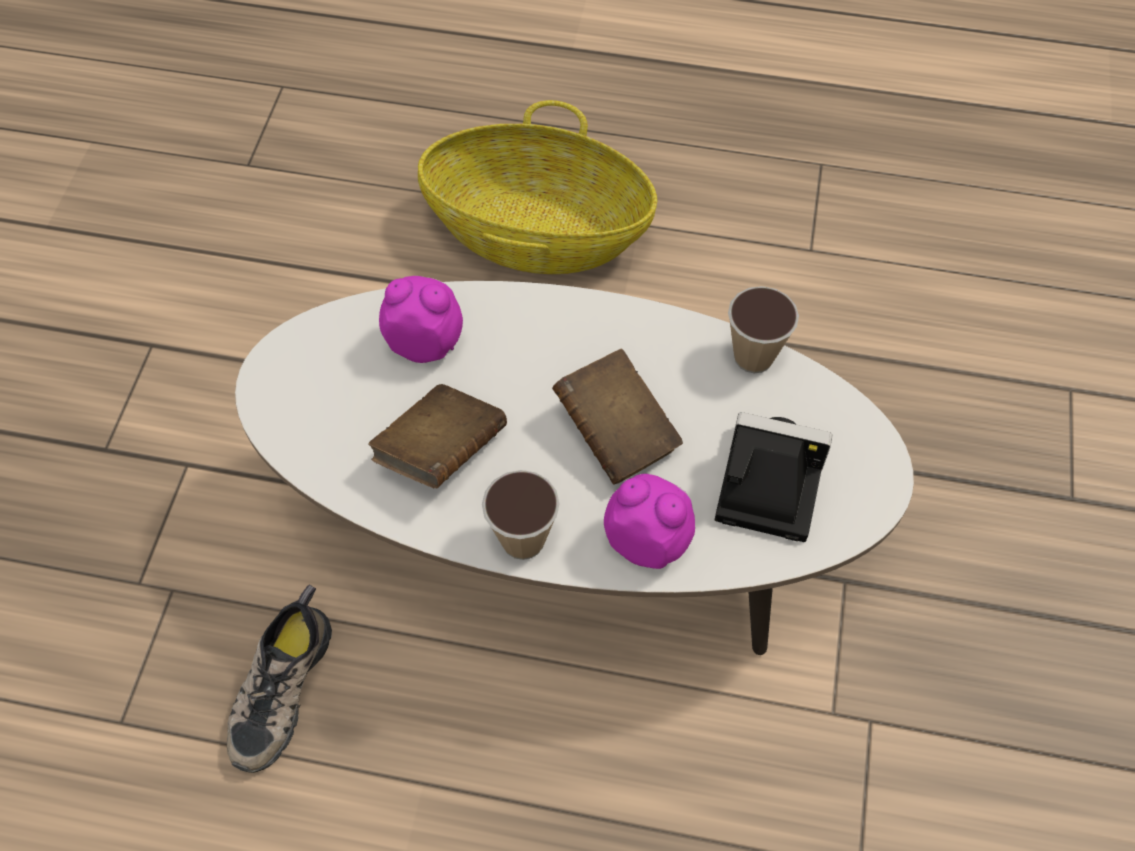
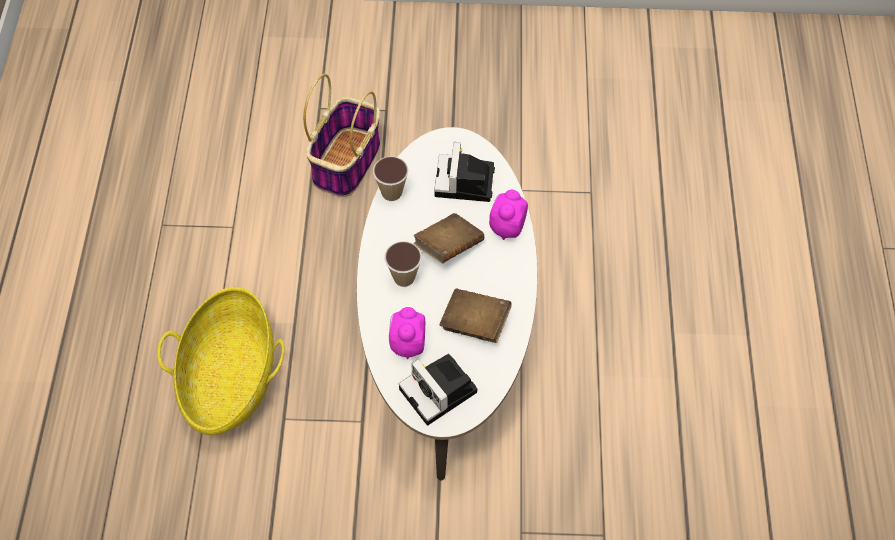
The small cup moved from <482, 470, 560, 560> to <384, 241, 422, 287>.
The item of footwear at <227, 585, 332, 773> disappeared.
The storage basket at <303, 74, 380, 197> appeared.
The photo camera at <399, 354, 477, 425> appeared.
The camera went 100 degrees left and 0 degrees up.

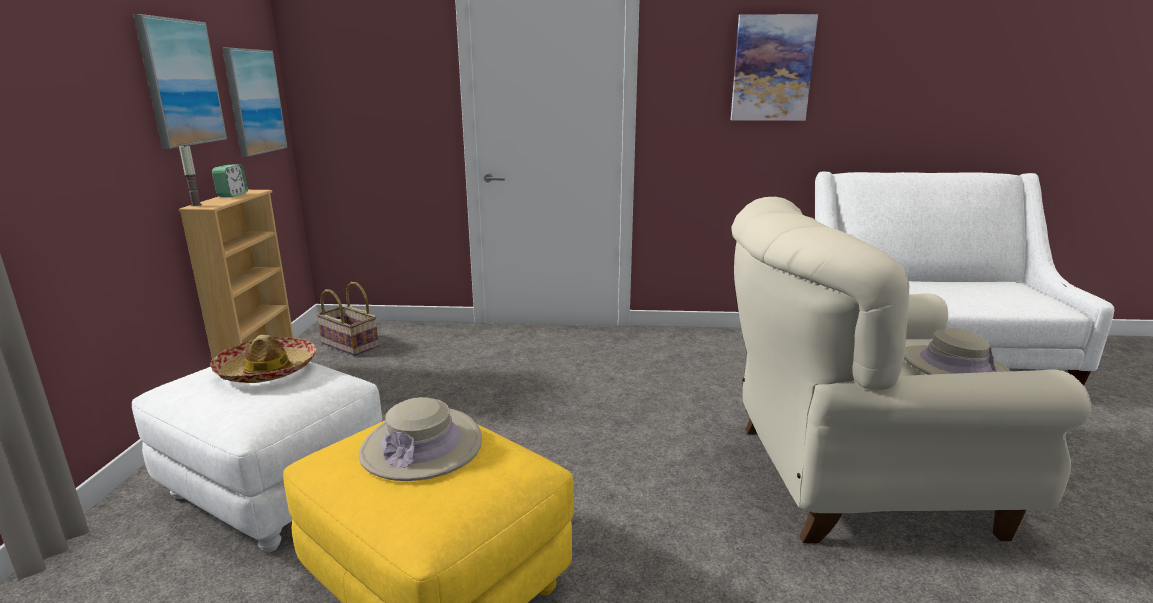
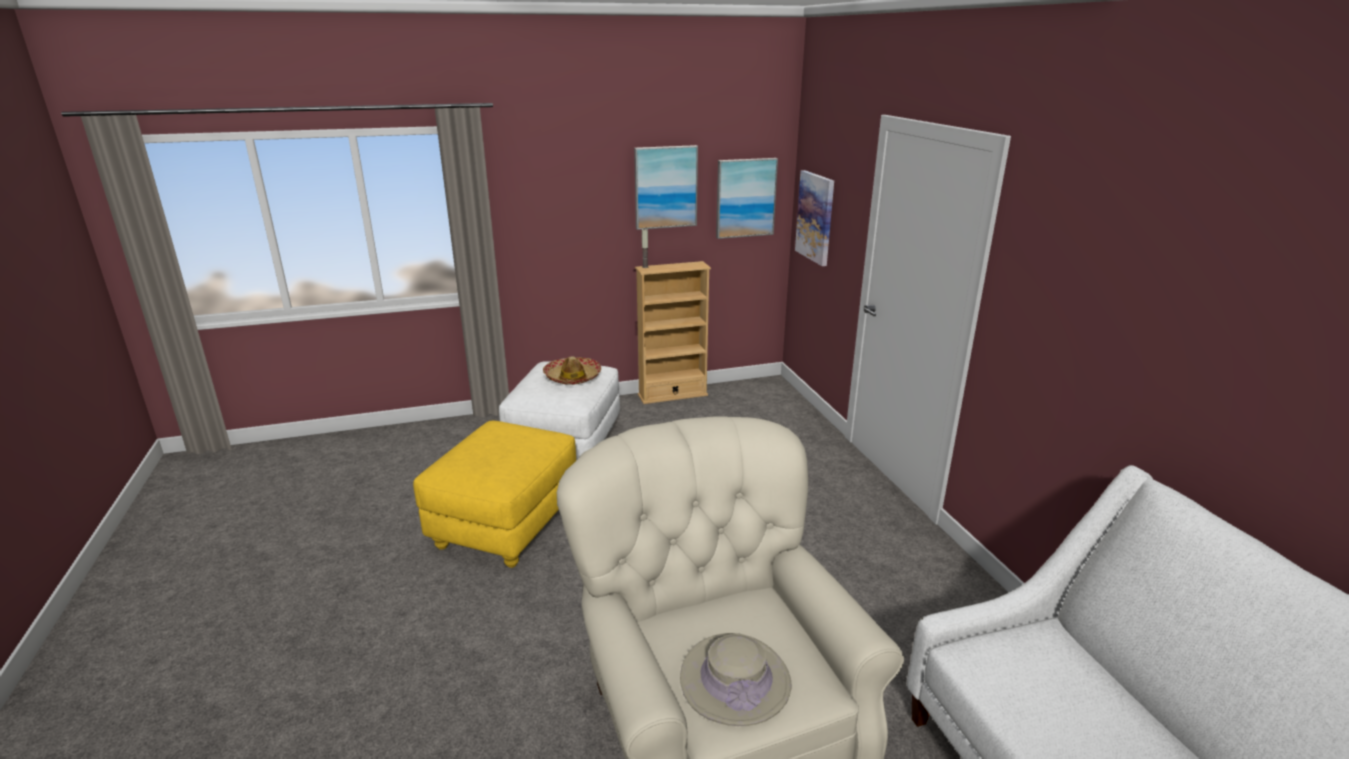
The wall art moved from <731, 14, 818, 121> to <795, 170, 834, 266>.
The alarm clock at <212, 164, 248, 197> disappeared.
The storage basket at <316, 282, 379, 356> disappeared.
The beige clothing hat at <358, 397, 482, 481> disappeared.
The camera went 70 degrees right and 5 degrees up.

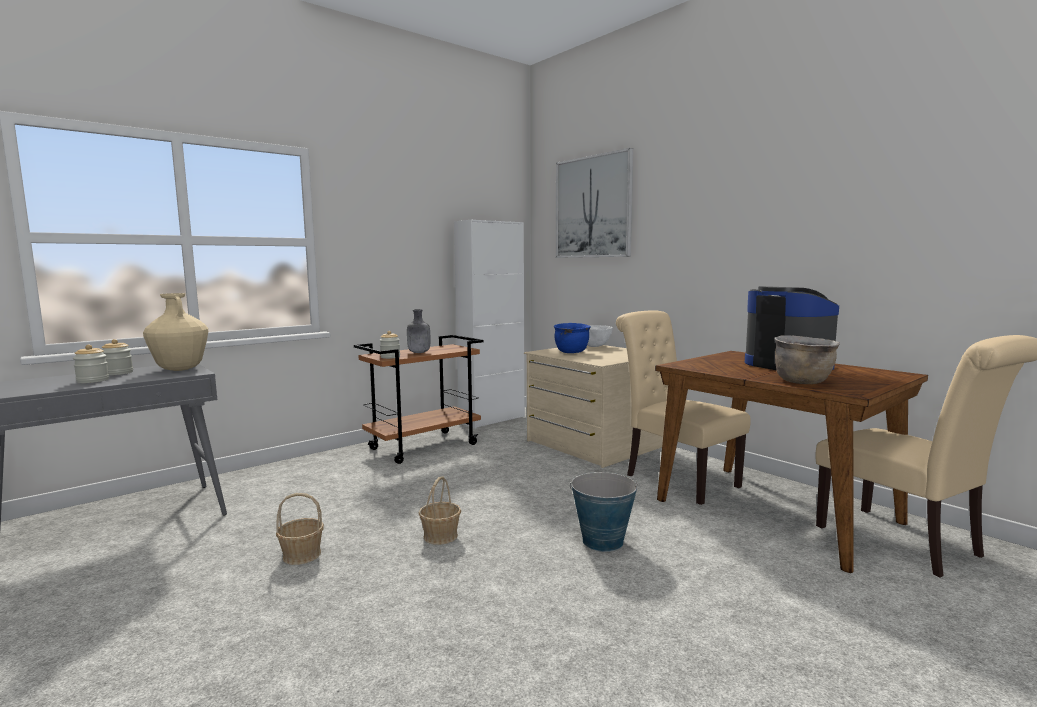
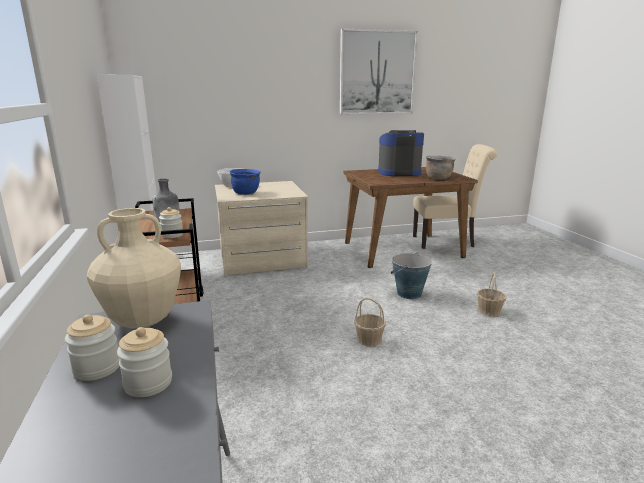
The wall art moved from <556, 148, 633, 258> to <340, 29, 418, 114>.
The beige chair at <616, 310, 751, 505> disappeared.
The storage basket moved from <276, 493, 324, 565> to <477, 272, 507, 316>.
The camera went 65 degrees left and 10 degrees up.

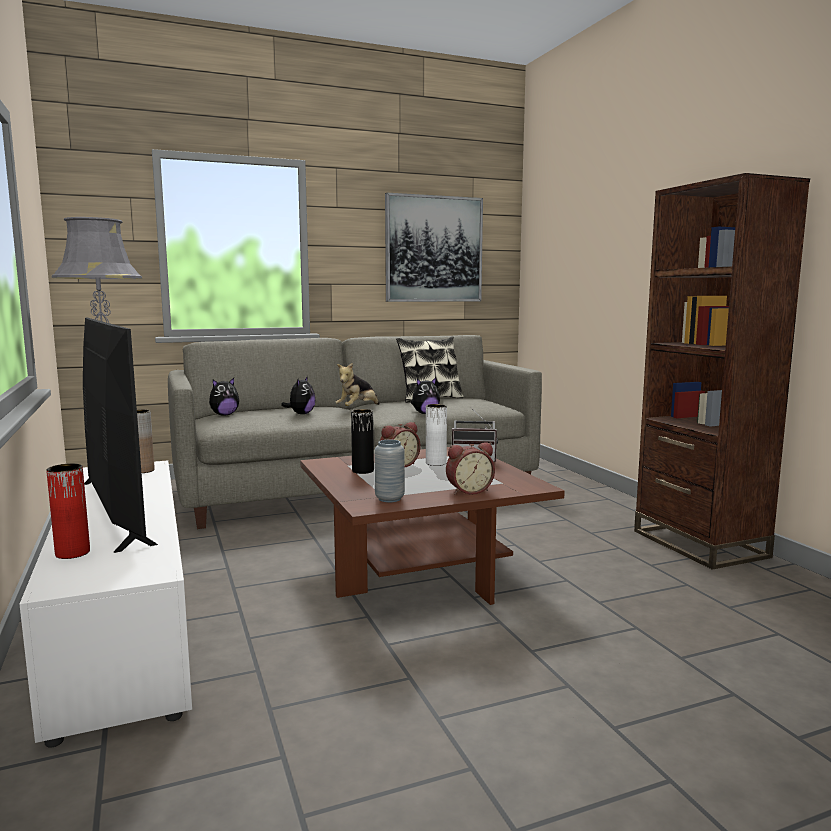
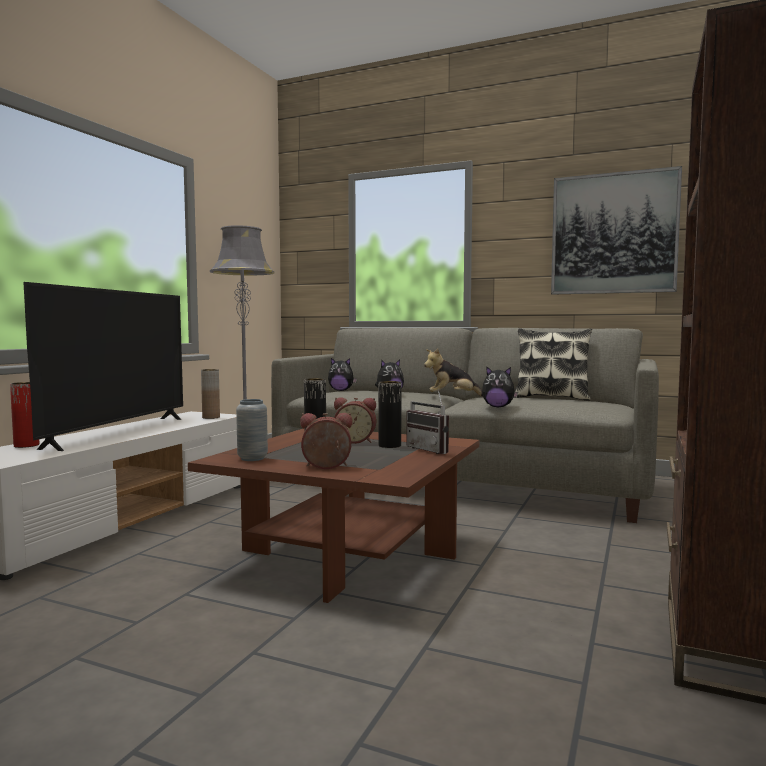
The whitish vase at <426, 404, 447, 466> became the blackish vase at <378, 381, 401, 448>.
The alarm clock at <446, 442, 495, 495> turned 150 degrees clockwise.
The camera went 45 degrees right and 5 degrees down.

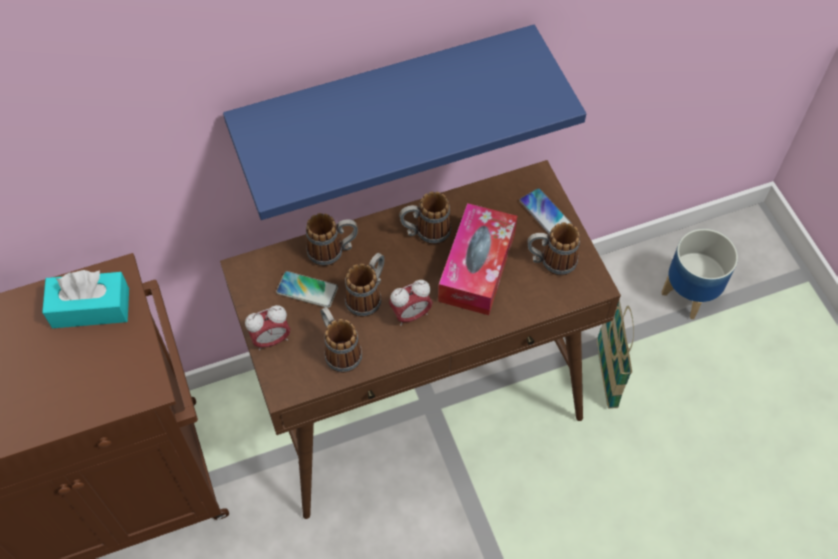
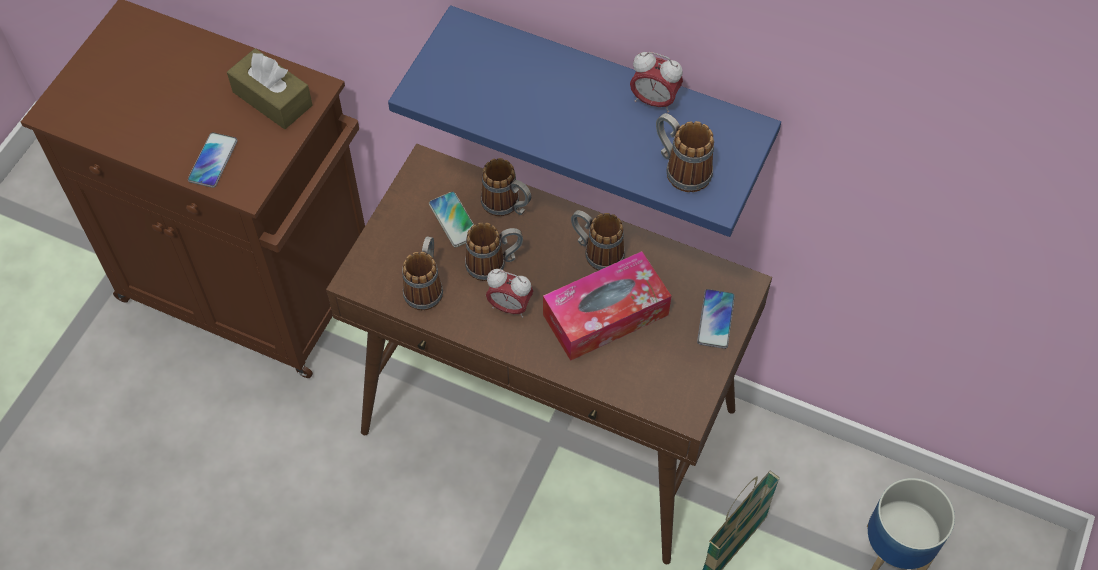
The mug moved from <527, 222, 580, 276> to <656, 113, 714, 192>.
The blue-green tissue holder at <42, 270, 129, 328> became the brown tissue holder at <227, 48, 313, 129>.
The alarm clock moved from <245, 305, 290, 351> to <630, 52, 683, 113>.
The telephone at <188, 132, 238, 188> appeared.
The camera went 45 degrees right and 0 degrees up.

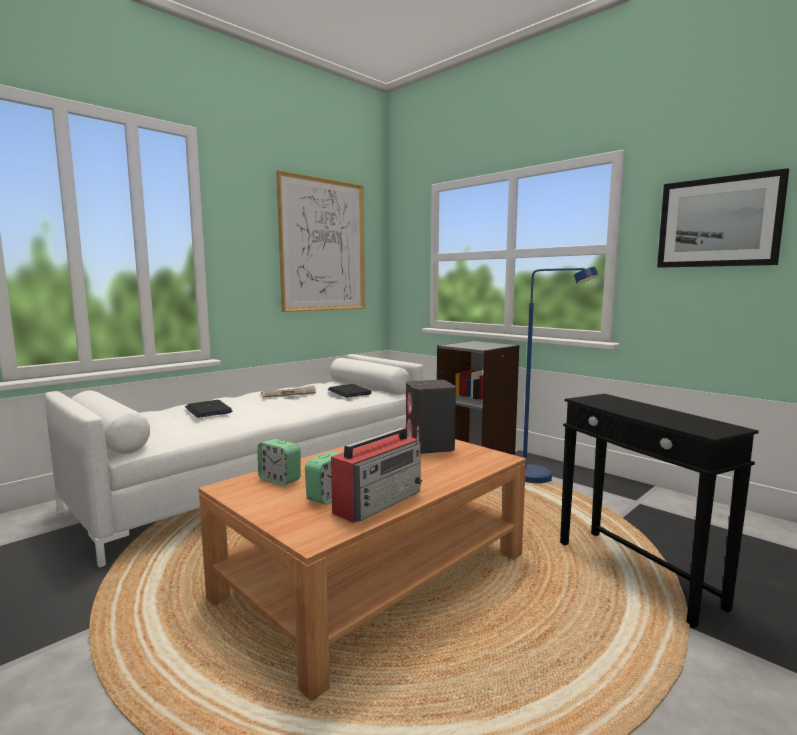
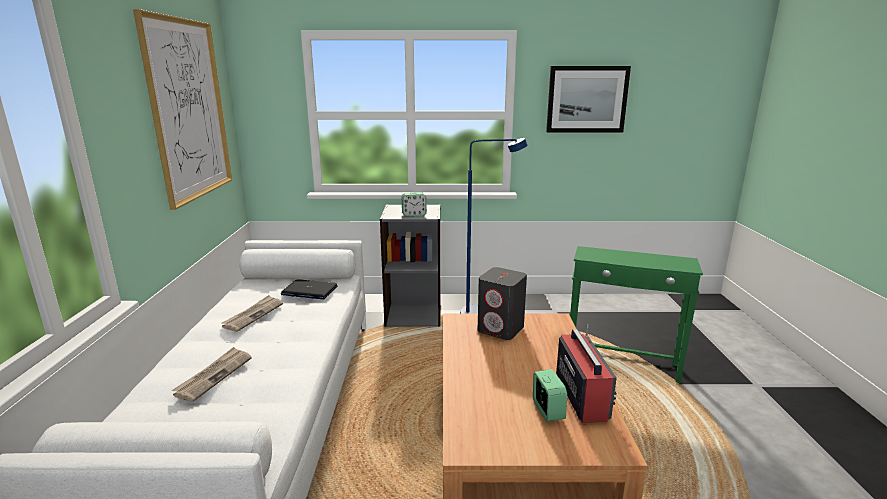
The blackish accent table at <560, 394, 759, 628> became the greenish accent table at <570, 246, 703, 384>.
The laptop at <185, 400, 232, 418> was replaced by the printed paper at <172, 347, 252, 402>.
The alarm clock moved from <258, 439, 301, 486> to <402, 192, 427, 217>.
The camera went 45 degrees left and 10 degrees up.

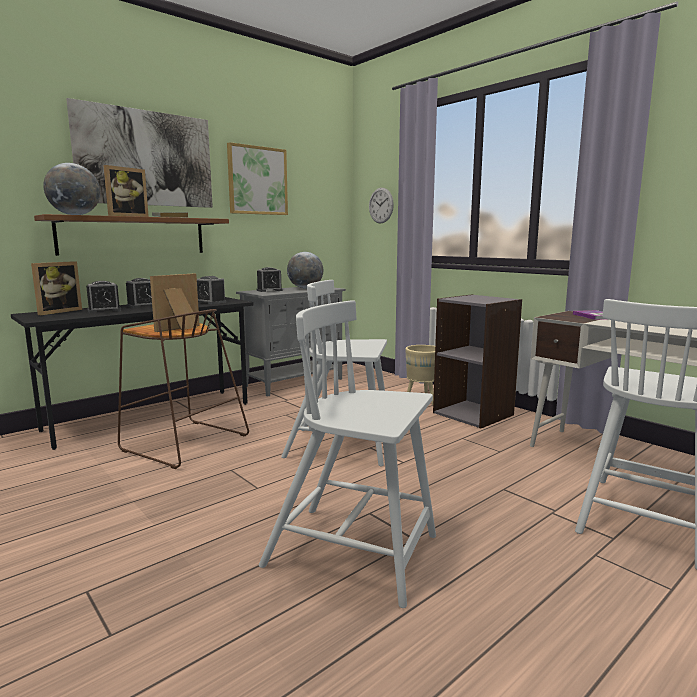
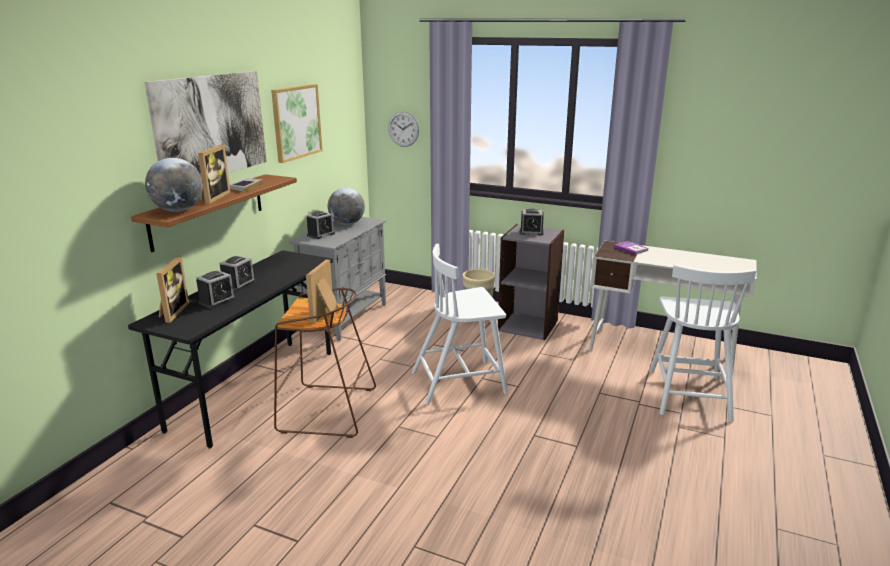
The alarm clock moved from <197, 276, 226, 304> to <520, 209, 544, 235>.
The whitish chair at <259, 300, 436, 608> disappeared.
The camera went 25 degrees left and 10 degrees up.

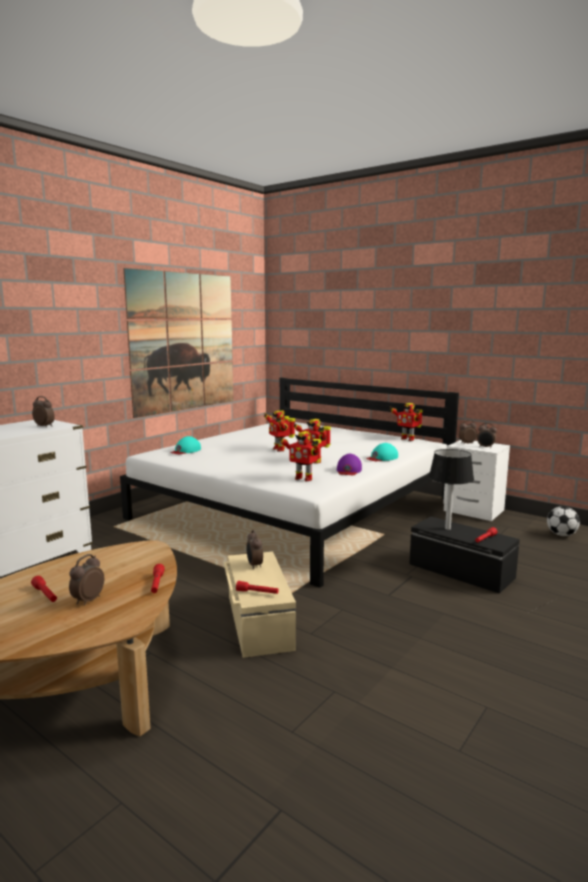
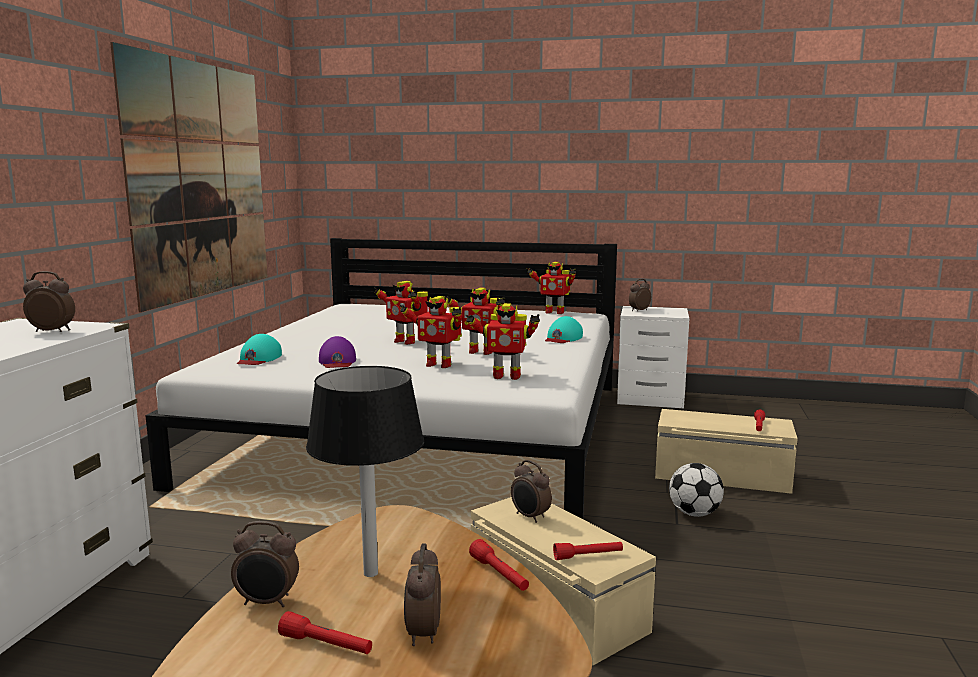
The alarm clock moved from <477, 423, 497, 448> to <231, 521, 299, 607>.
The blackish tabletop lamp moved from <429, 449, 474, 530> to <306, 366, 424, 577>.
The purple-coloured cap moved from <337, 454, 362, 475> to <319, 336, 356, 368>.
The football moved from <547, 506, 580, 536> to <669, 463, 724, 517>.
The blackish storage container at <409, 516, 520, 594> became the beige storage container at <655, 409, 798, 494>.
The model robot at <399, 296, 462, 368> appeared.
The camera went 25 degrees left and 0 degrees up.

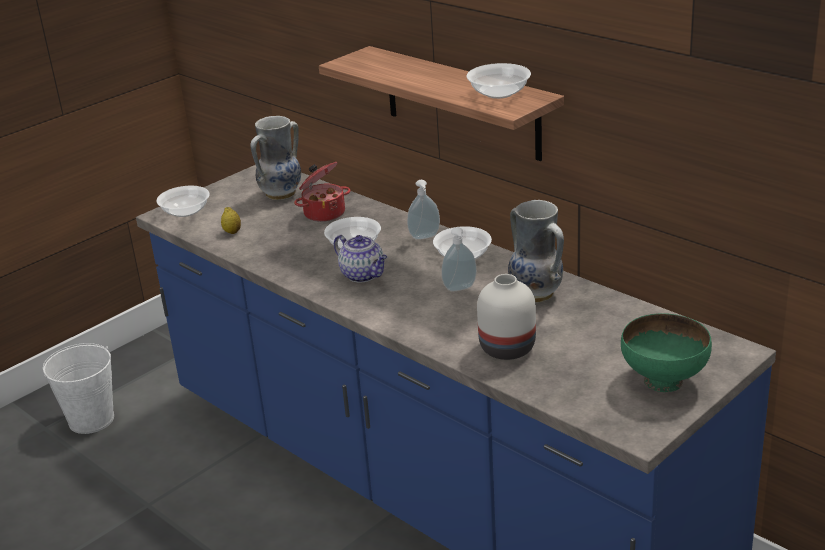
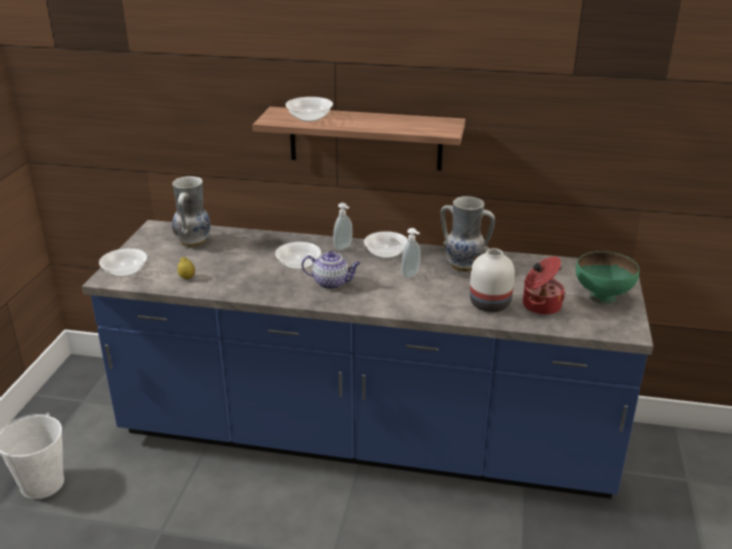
The bowl moved from <466, 63, 531, 99> to <285, 97, 333, 122>.
The stockpot moved from <294, 162, 351, 222> to <523, 257, 566, 315>.
The camera went 35 degrees left and 0 degrees up.

